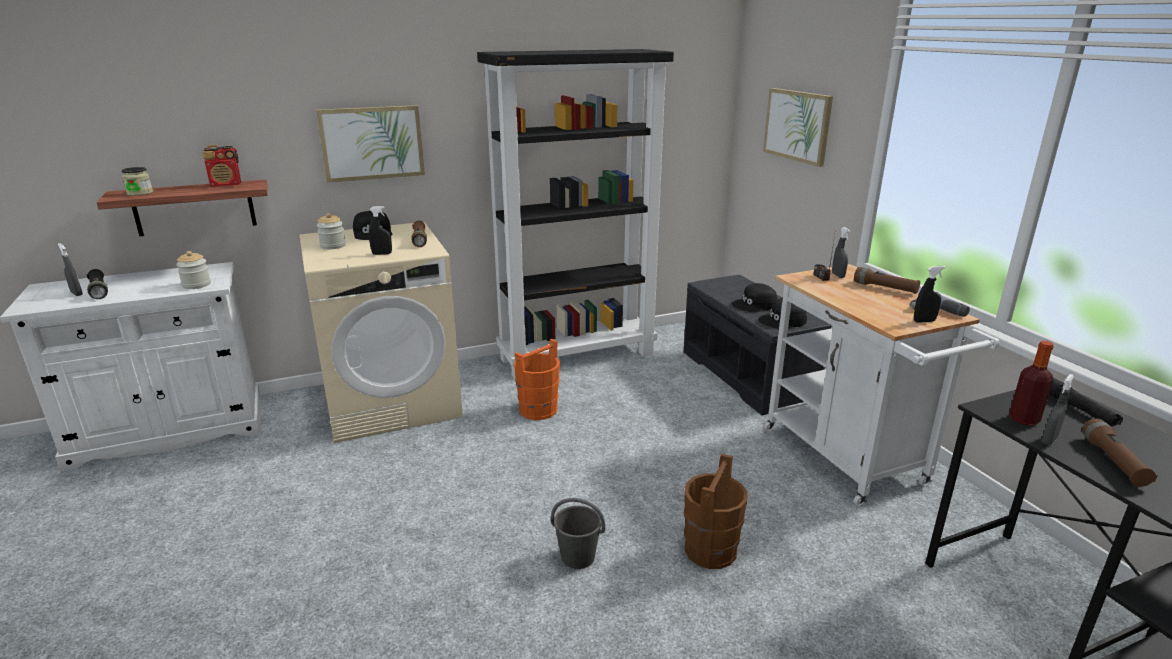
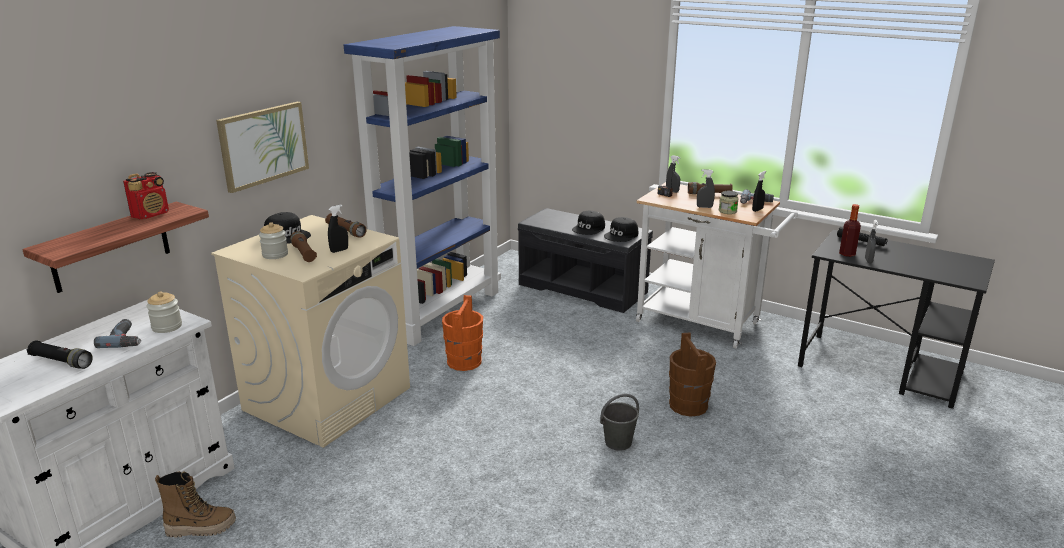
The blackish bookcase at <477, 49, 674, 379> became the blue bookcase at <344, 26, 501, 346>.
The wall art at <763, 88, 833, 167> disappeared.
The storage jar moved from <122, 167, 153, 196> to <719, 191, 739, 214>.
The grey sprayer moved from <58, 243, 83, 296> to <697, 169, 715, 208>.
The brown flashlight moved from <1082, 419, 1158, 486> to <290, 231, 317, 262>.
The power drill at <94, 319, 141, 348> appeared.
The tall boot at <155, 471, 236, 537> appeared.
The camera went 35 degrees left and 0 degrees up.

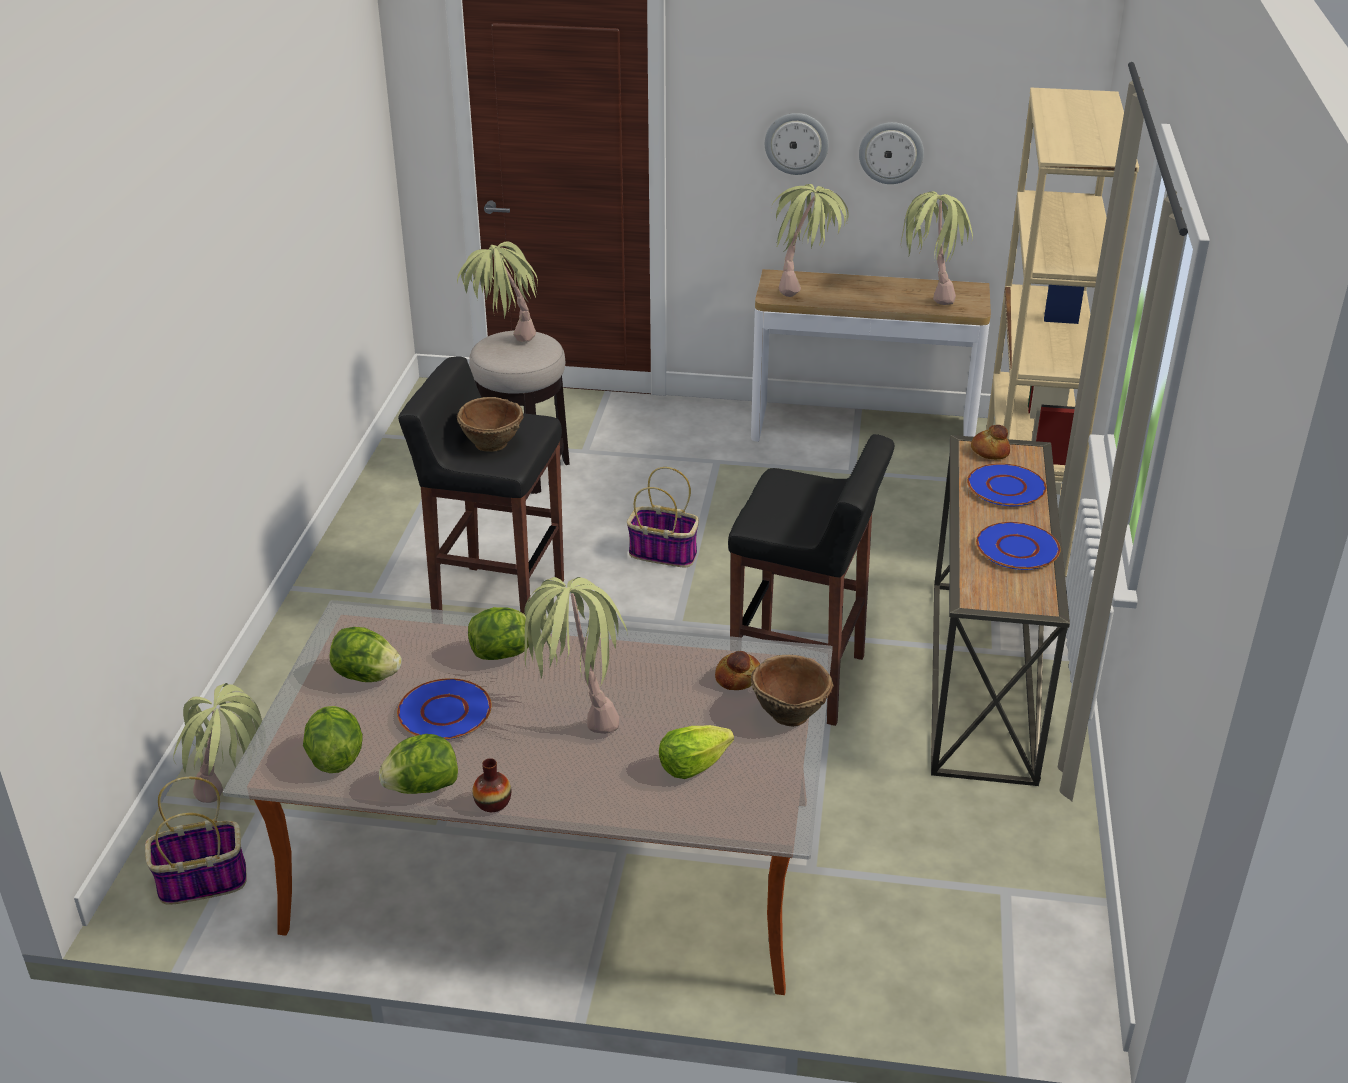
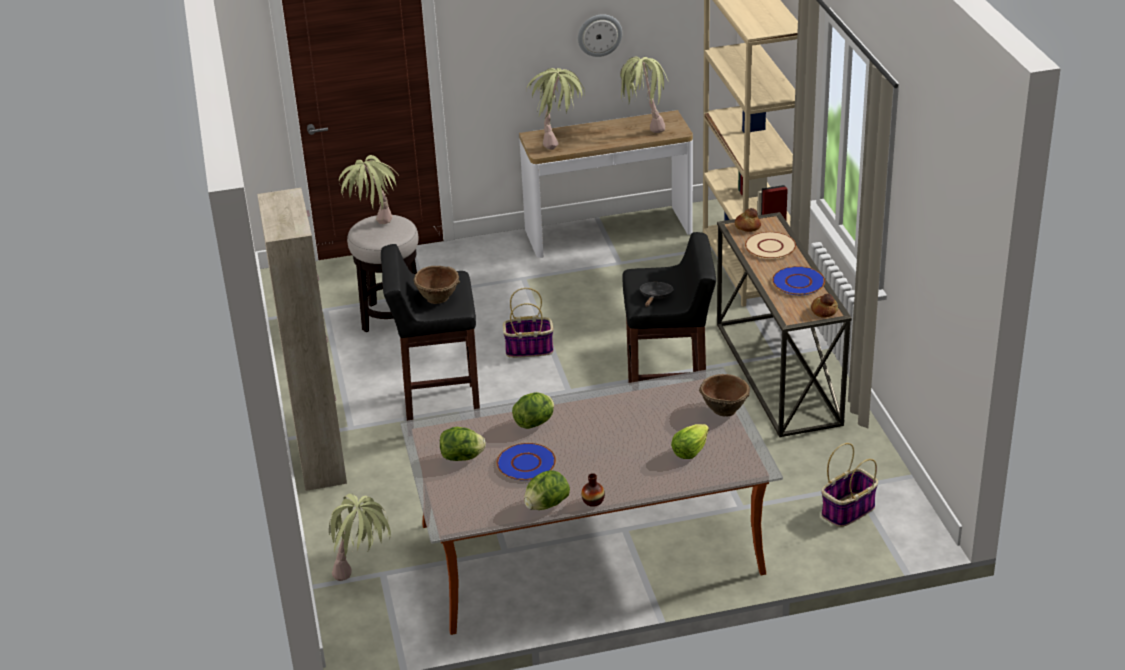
The hanging clock at <765, 113, 829, 175> disappeared.
The blue plate at <967, 463, 1047, 506> became the beige plate at <745, 232, 796, 259>.
The houseplant at <524, 577, 627, 734> disappeared.
The bakery bread moved from <715, 651, 760, 690> to <811, 293, 838, 318>.
The head of lettuce at <303, 706, 363, 773> disappeared.
The storage basket moved from <145, 777, 247, 905> to <821, 443, 878, 527>.
The beige storage cabinet at <257, 188, 347, 491> appeared.
The blackish pan at <640, 282, 674, 307> appeared.
The camera went 20 degrees left and 0 degrees up.

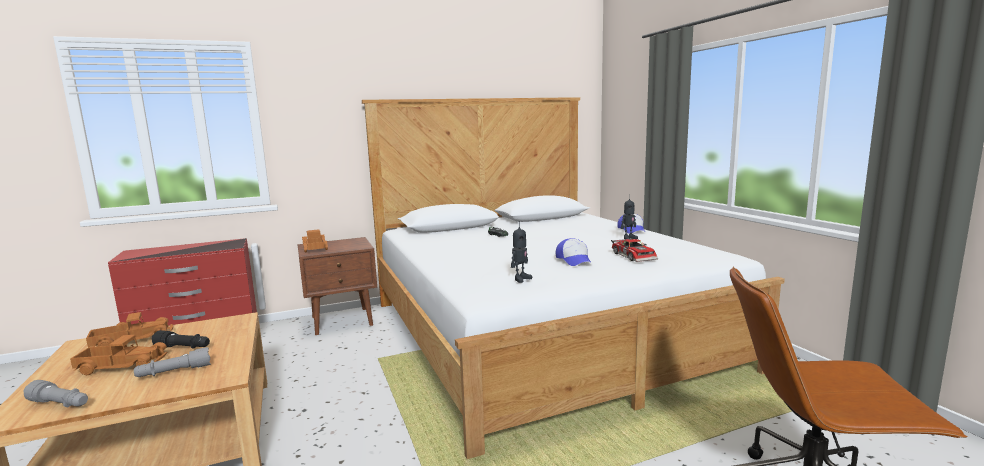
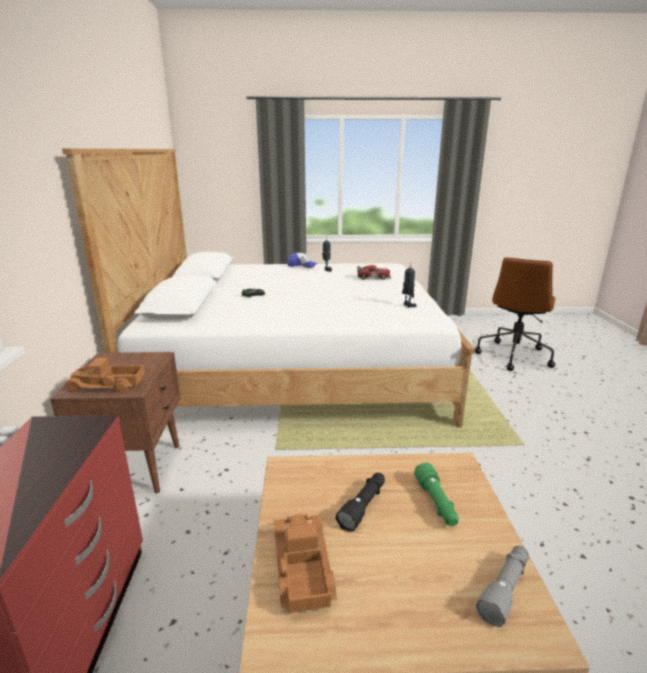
The cap at <556, 238, 592, 266> disappeared.
The toy truck at <70, 335, 167, 375> disappeared.
The grey flashlight at <134, 347, 211, 377> became the greenish flashlight at <414, 462, 459, 526>.
The camera went 70 degrees left and 10 degrees up.

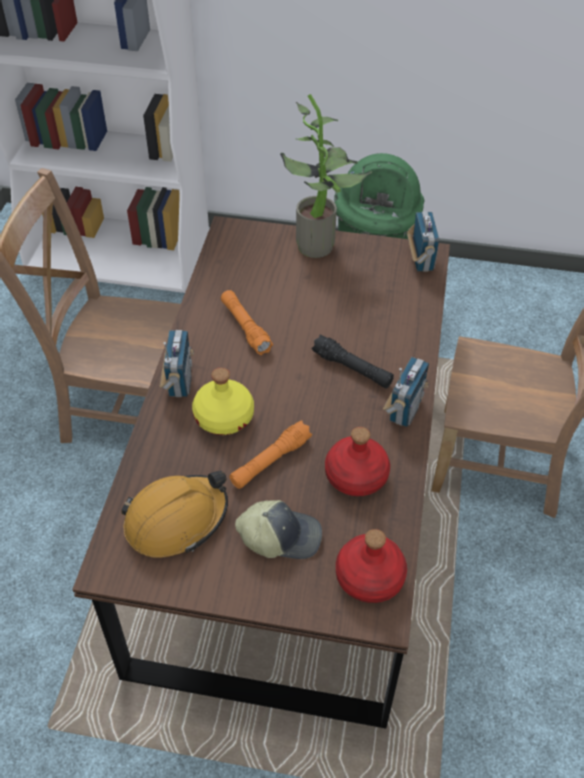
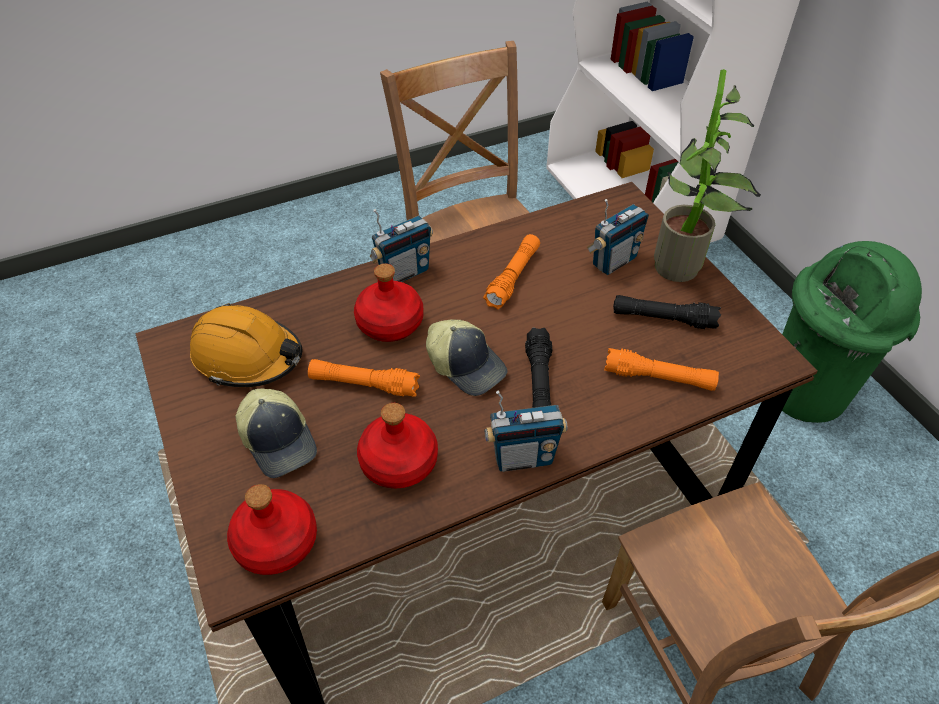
The radio moved from <407, 211, 439, 272> to <586, 199, 649, 275>.
The yellowish beverage bottle at <192, 368, 254, 435> became the red-coloured beverage bottle at <354, 263, 423, 342>.
The blackish flashlight at <613, 295, 721, 329> appeared.
The cap at <426, 319, 507, 396> appeared.
The orange flashlight at <604, 348, 719, 391> appeared.
The camera went 55 degrees right and 0 degrees up.

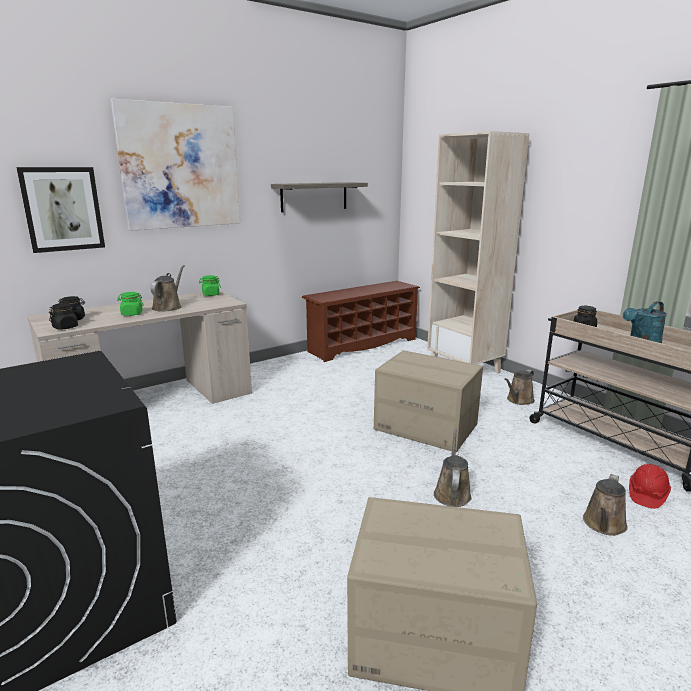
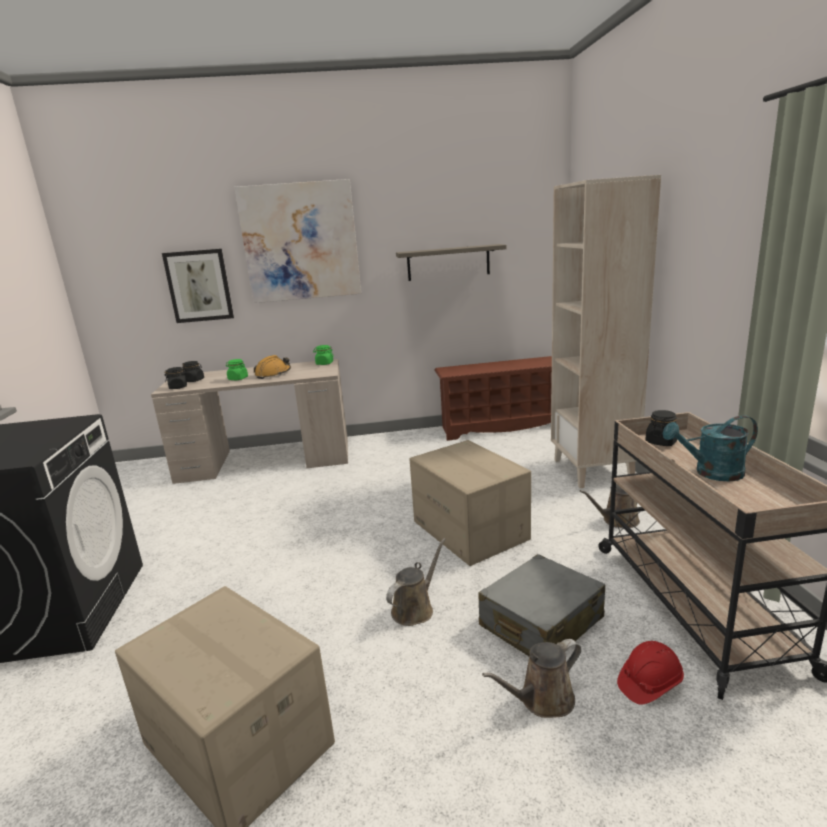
The brown sprinkling can at <150, 265, 185, 311> was replaced by the orange work helmet at <254, 355, 291, 379>.
The grey suitcase at <478, 554, 605, 656> appeared.
The camera went 30 degrees right and 0 degrees up.

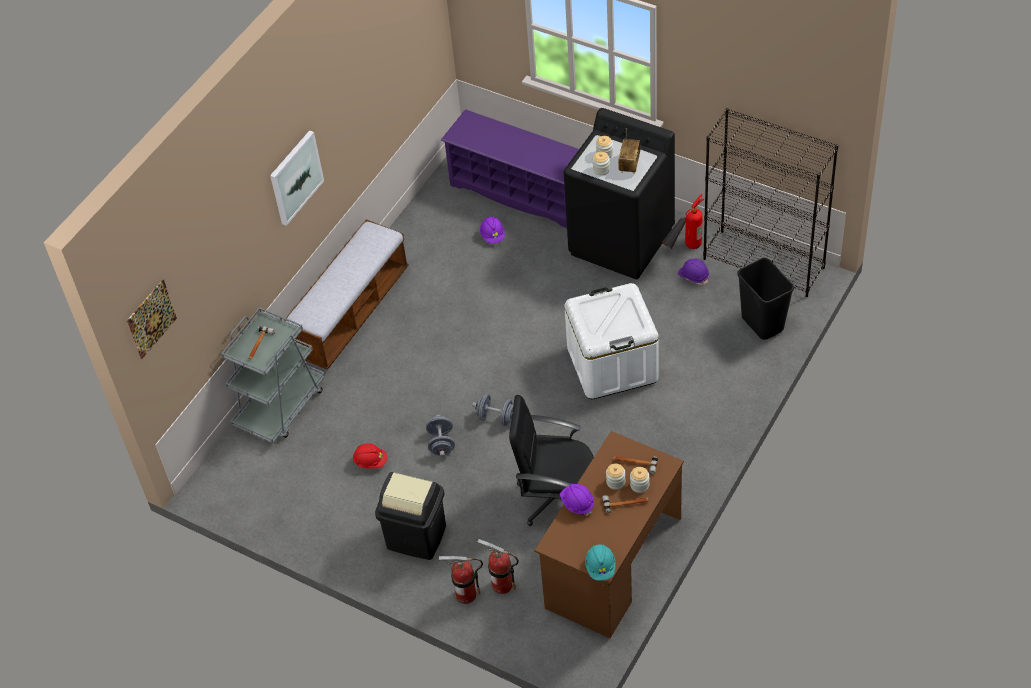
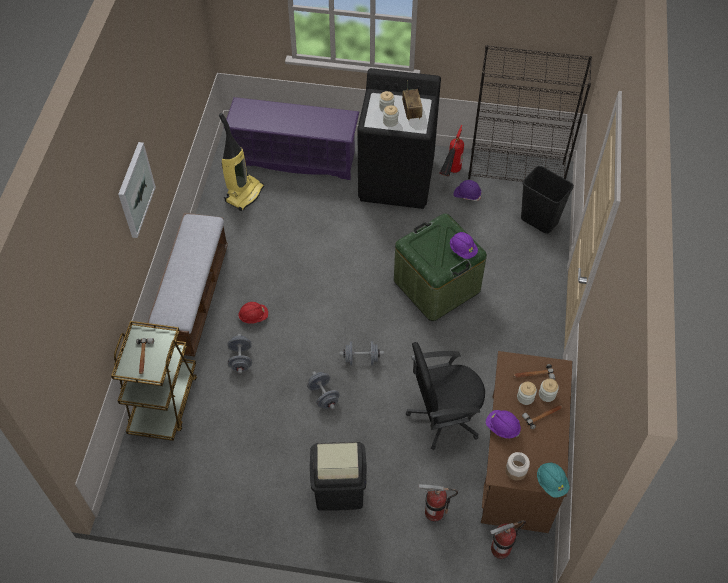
The purple-coloured work helmet moved from <480, 216, 505, 244> to <450, 232, 478, 259>.
The wall art at <127, 279, 177, 359> disappeared.
The whitish storage container at <565, 283, 659, 399> became the greenish storage container at <394, 214, 487, 321>.
The grey cart at <221, 307, 325, 443> became the brown cart at <111, 321, 197, 441>.
The red-coloured work helmet moved from <353, 443, 387, 469> to <238, 302, 268, 324>.
The fire-fighting cylinder moved from <439, 556, 483, 604> to <490, 520, 526, 559>.
The hoover at <219, 113, 264, 211> appeared.
The grey free weight at <228, 334, 252, 374> appeared.
The storage jar at <505, 452, 530, 480> appeared.
The camera went 25 degrees left and 5 degrees up.

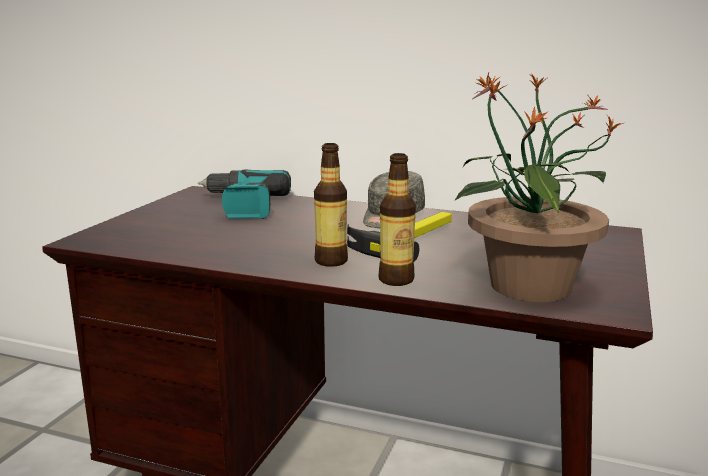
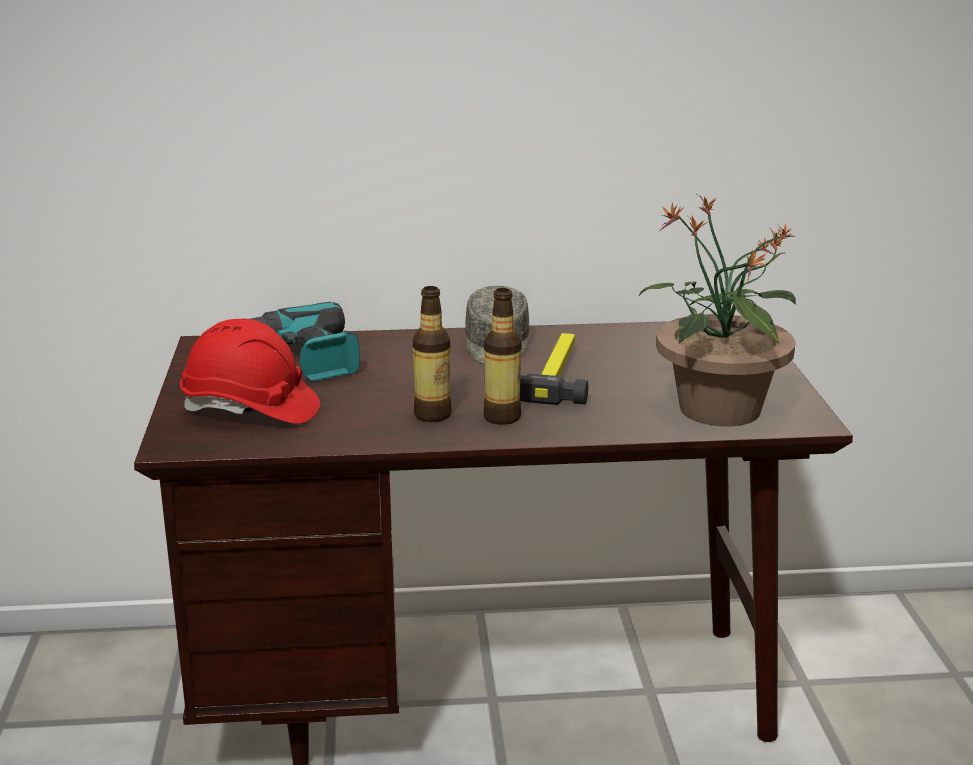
The beverage bottle moved from <379, 153, 416, 286> to <413, 286, 452, 422>.
The red-coloured work helmet at <180, 319, 320, 424> appeared.
The camera went 25 degrees left and 5 degrees up.

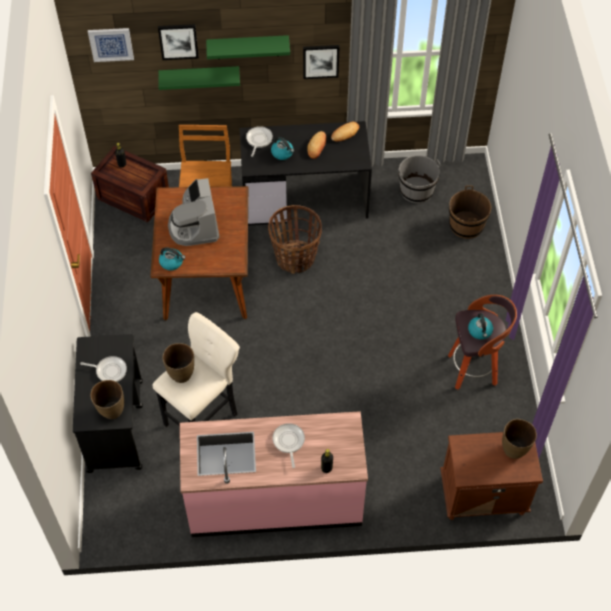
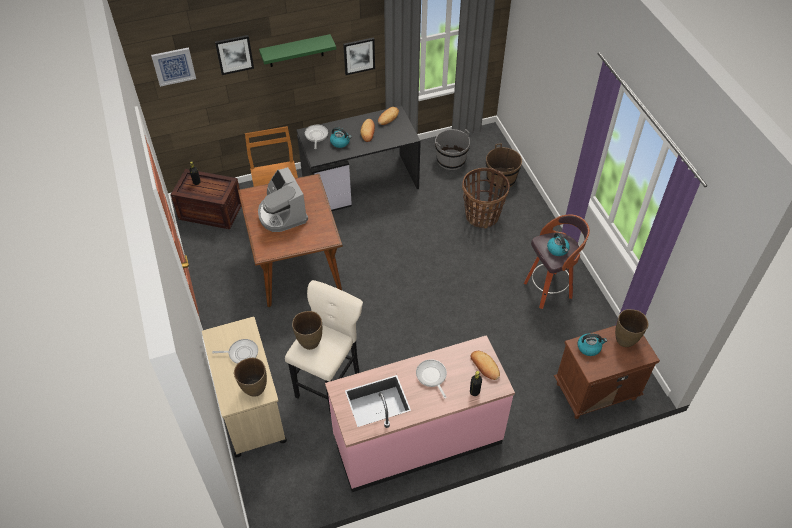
The greenish wall shelf at <158, 66, 240, 90> disappeared.
The storage basket moved from <268, 205, 322, 274> to <462, 168, 510, 228>.
The tea kettle moved from <159, 248, 185, 271> to <578, 334, 607, 356>.
The blackish cart at <73, 334, 143, 473> became the beige cart at <202, 317, 287, 457>.
The bakery bread at <471, 351, 500, 380> appeared.
The camera went 15 degrees left and 5 degrees down.

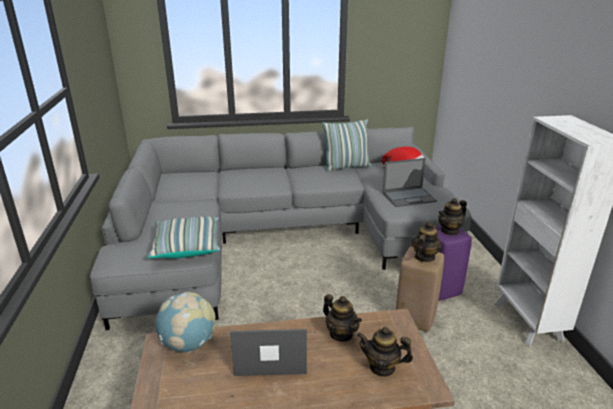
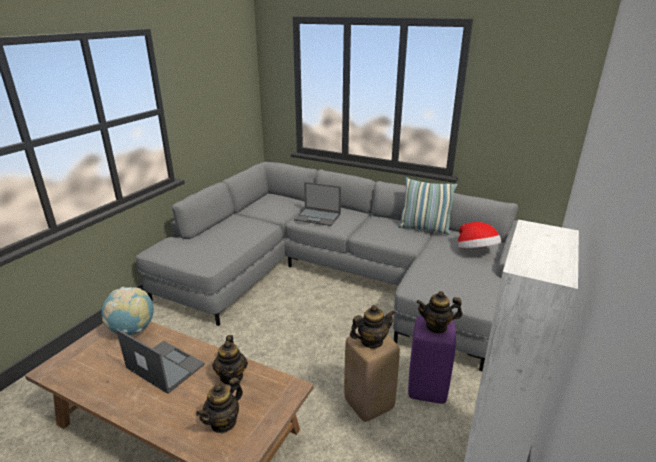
The laptop moved from <382, 158, 437, 207> to <294, 182, 341, 226>.
The throw pillow at <147, 217, 220, 258> disappeared.
The pot for tea at <357, 327, 413, 377> turned 105 degrees counterclockwise.
The camera went 35 degrees right and 0 degrees up.

